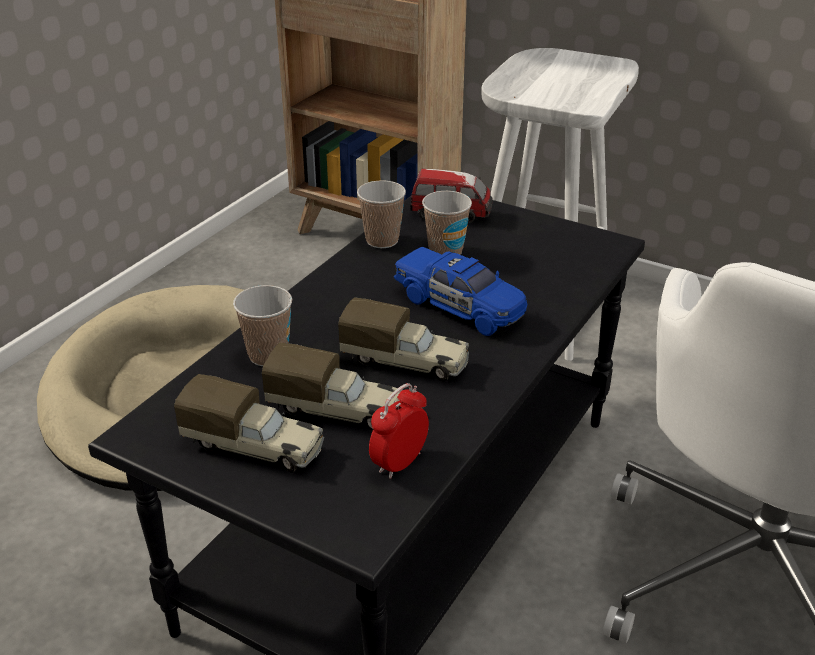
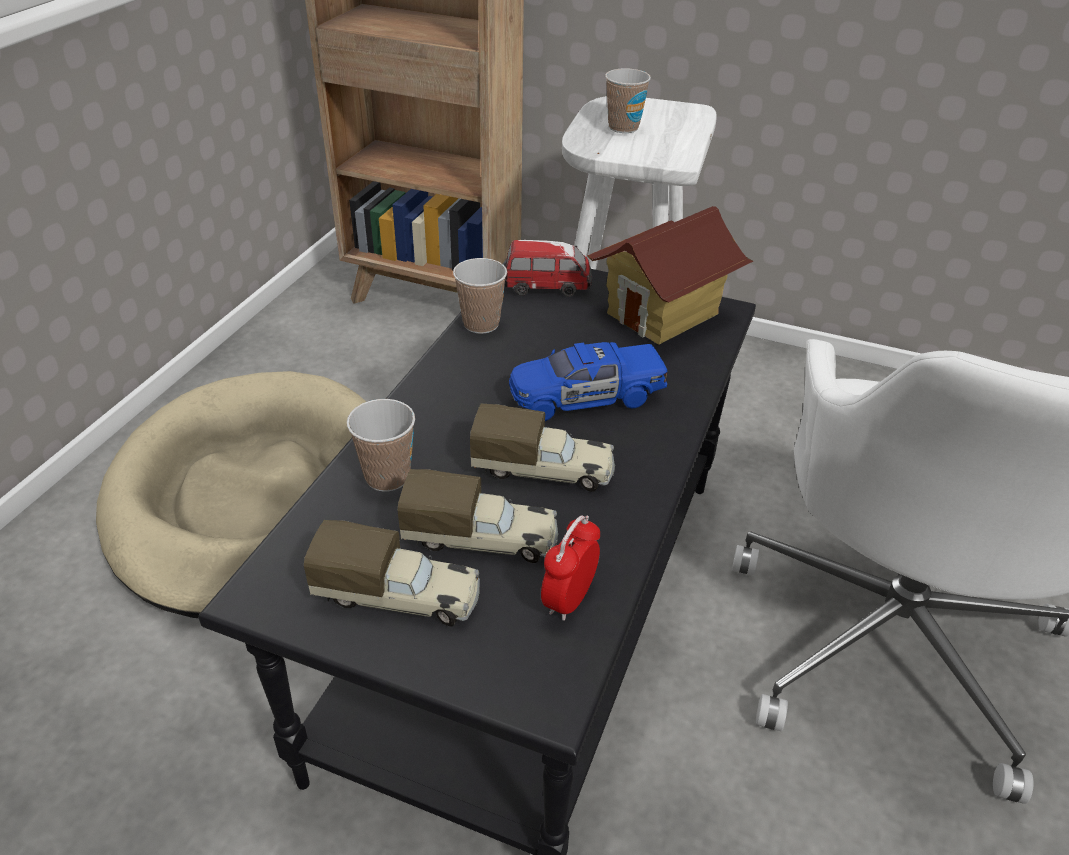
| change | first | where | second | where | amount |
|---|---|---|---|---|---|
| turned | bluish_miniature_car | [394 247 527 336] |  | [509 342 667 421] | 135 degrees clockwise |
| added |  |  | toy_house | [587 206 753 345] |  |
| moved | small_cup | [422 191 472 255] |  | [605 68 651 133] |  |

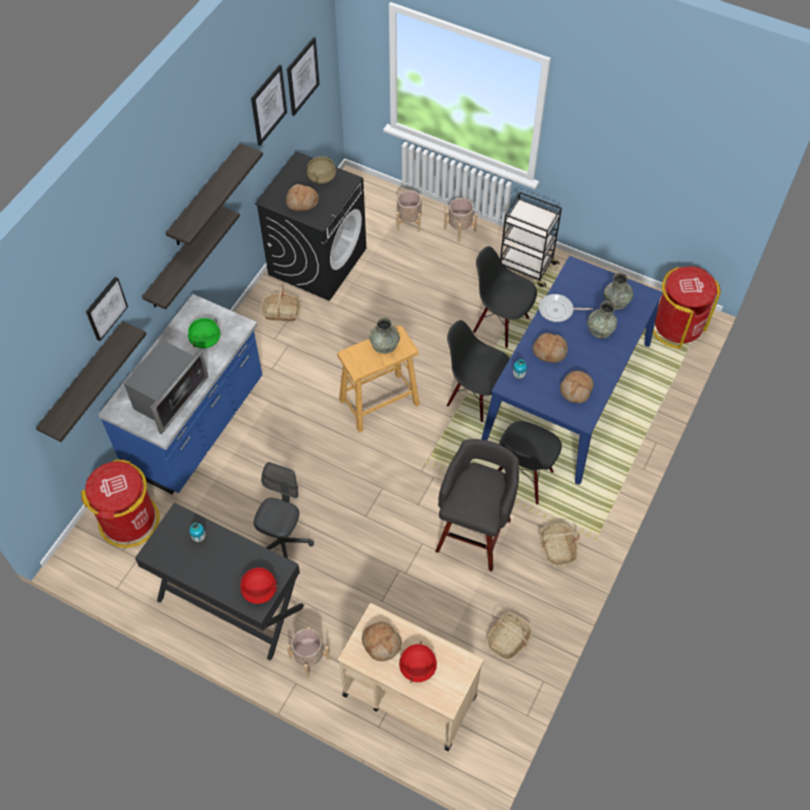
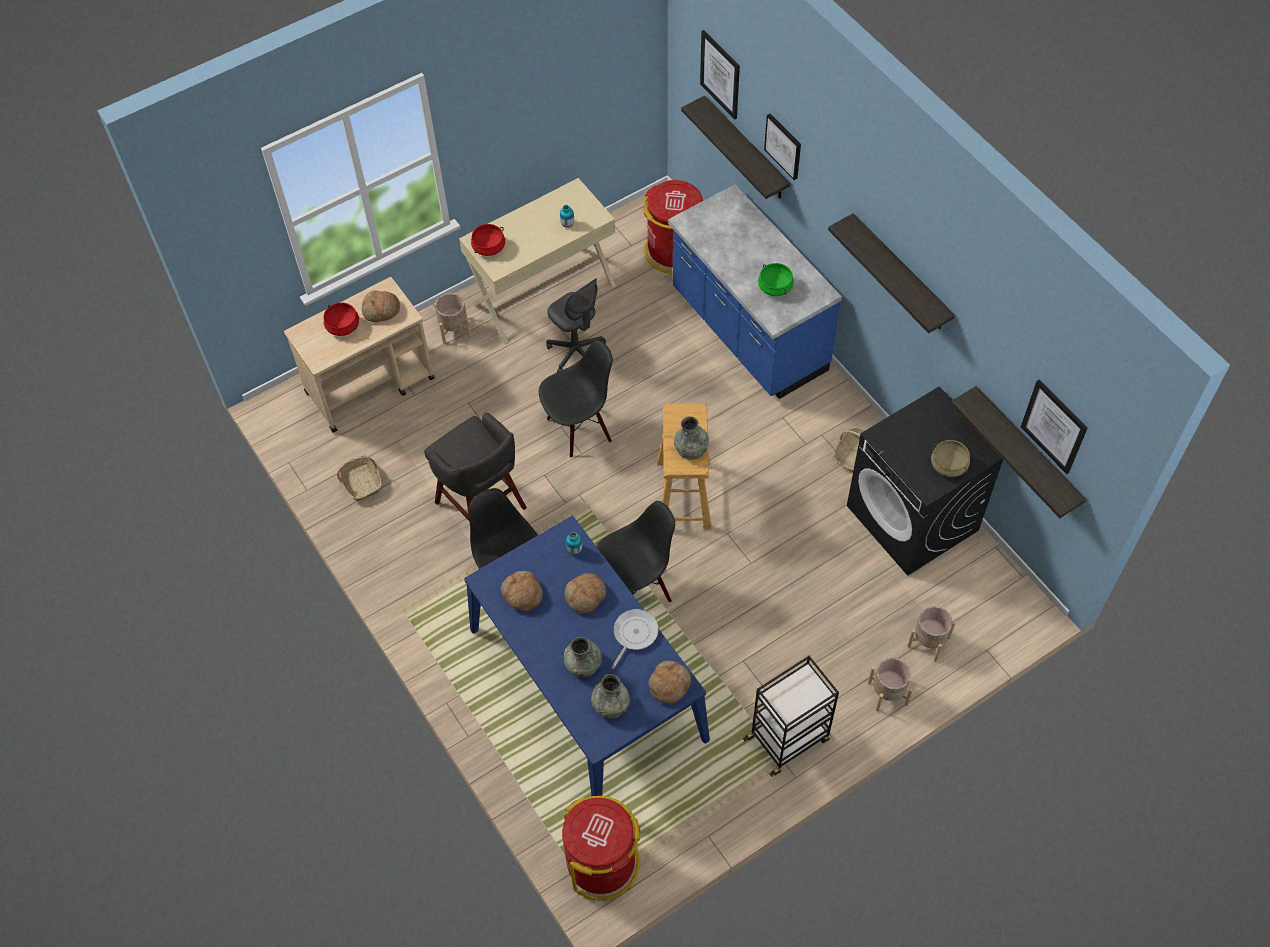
| change | first | where | second | where | amount |
|---|---|---|---|---|---|
| recoloured | black-coloured_desk_table | [135 502 304 661] | beige_desk_table | [459 178 616 345] |  |
| moved | black-coloured_upright_chair | [473 246 537 348] |  | [539 340 613 458] |  |
| moved | bread | [286 184 319 211] |  | [649 661 691 704] |  |
| moved | wall_picture | [251 64 287 146] |  | [700 30 740 119] |  |
| moved | bracket_shelf | [142 206 240 310] |  | [951 386 1086 518] |  |
| removed | kitchen_microwave | [124 339 209 435] |  |  |  |
| removed | household_basket | [539 523 580 567] |  |  |  |

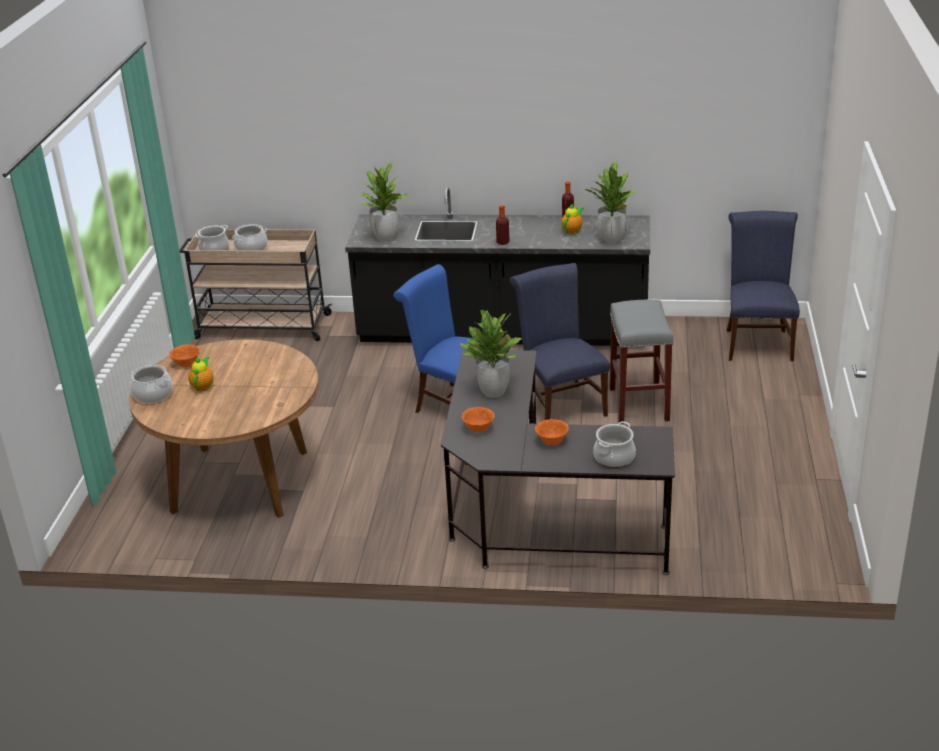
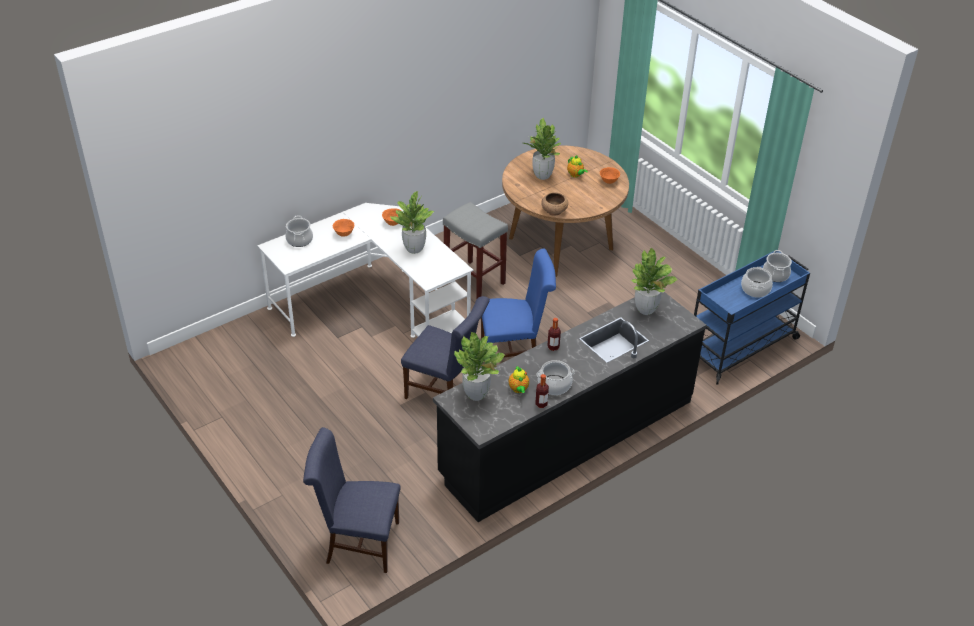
| change | first | where | second | where | amount |
|---|---|---|---|---|---|
| recoloured | black-coloured_desk_table | [441 349 675 575] | white_desk_table | [257 203 473 338] |  |
| turned | bluish_upright_chair | [726 211 800 361] |  | [303 427 401 573] | 135 degrees clockwise |
| moved | greyish_stool | [610 300 674 422] |  | [443 202 508 299] |  |
| added |  |  | potted_plant | [523 118 561 180] |  |
| moved | stockpot | [130 365 172 404] |  | [537 360 575 395] |  |
| added |  |  | brown_deep_dish | [541 192 568 216] |  |
| recoloured | beige_trolley | [180 229 332 341] | bluish_trolley | [694 251 810 385] |  |

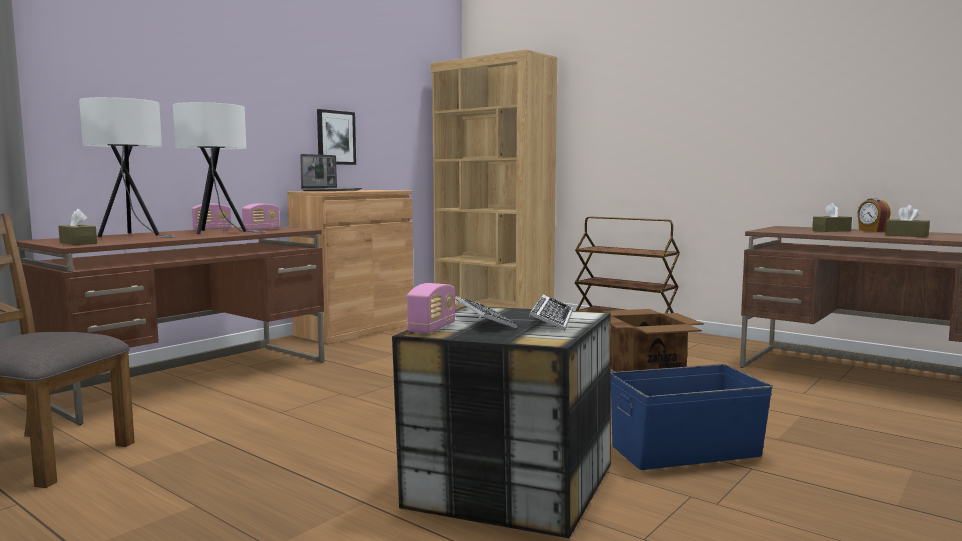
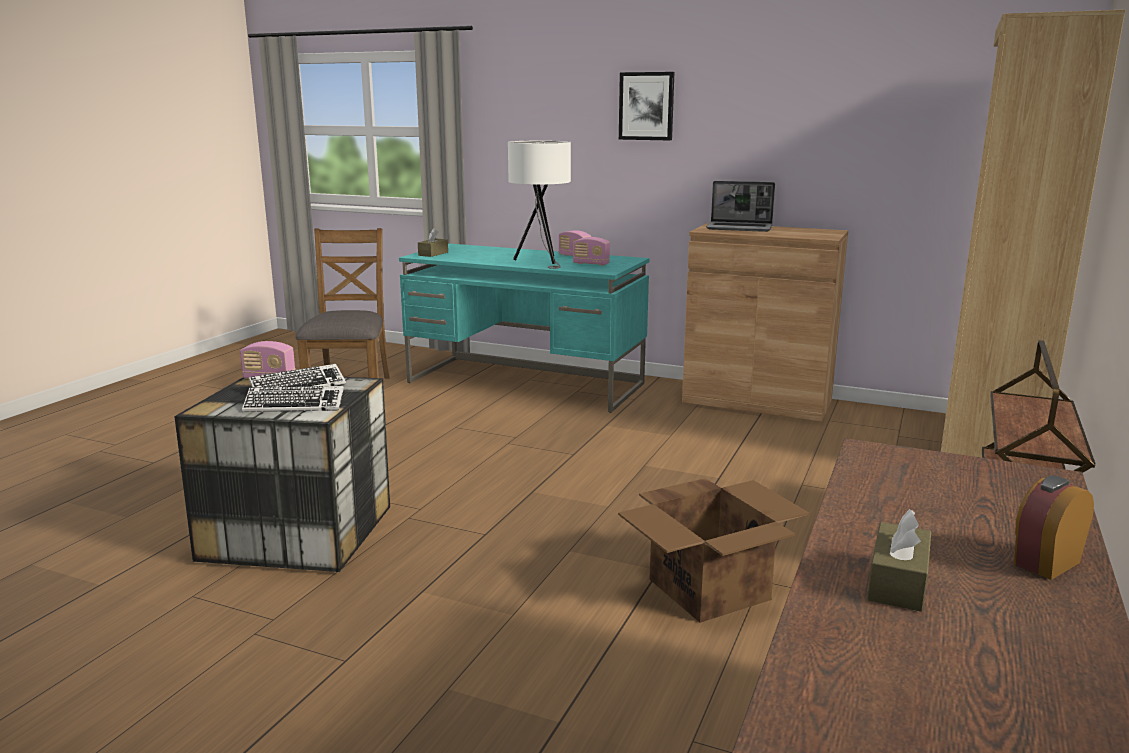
| change | first | where | second | where | amount |
|---|---|---|---|---|---|
| recoloured | brown_desk_table | [16 227 325 425] | turquoise-coloured_desk_table | [399 244 649 413] |  |
| moved | wall_picture | [317 109 356 165] |  | [619 72 675 141] |  |
| removed | white_lamp_for_a_table | [79 97 175 238] |  |  |  |
| removed | bluish_storage_bin | [611 364 773 470] |  |  |  |
| removed | brown_tissue_box | [812 203 852 232] |  |  |  |

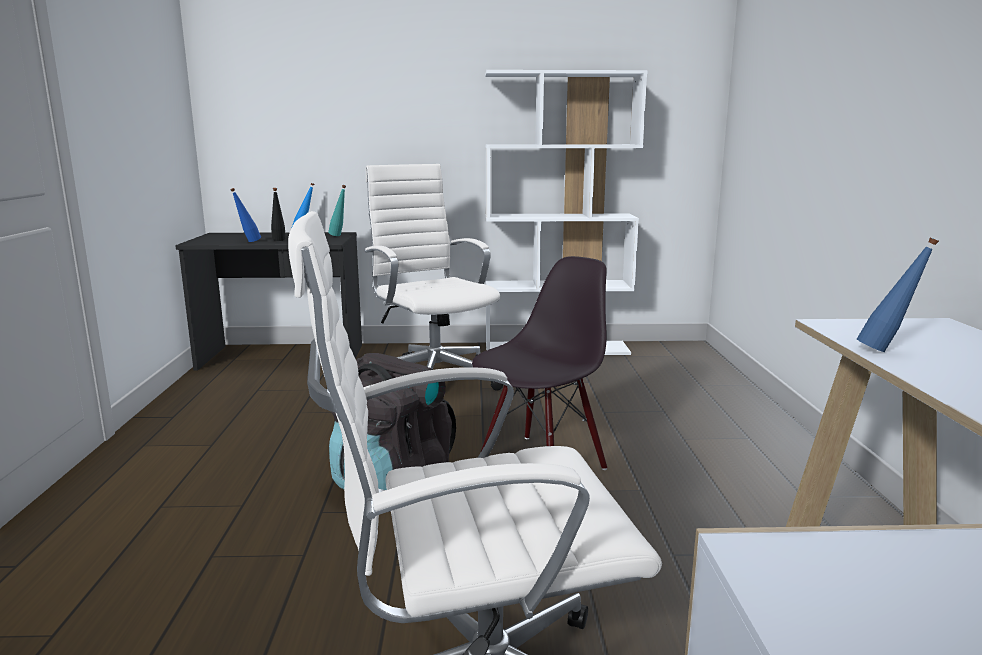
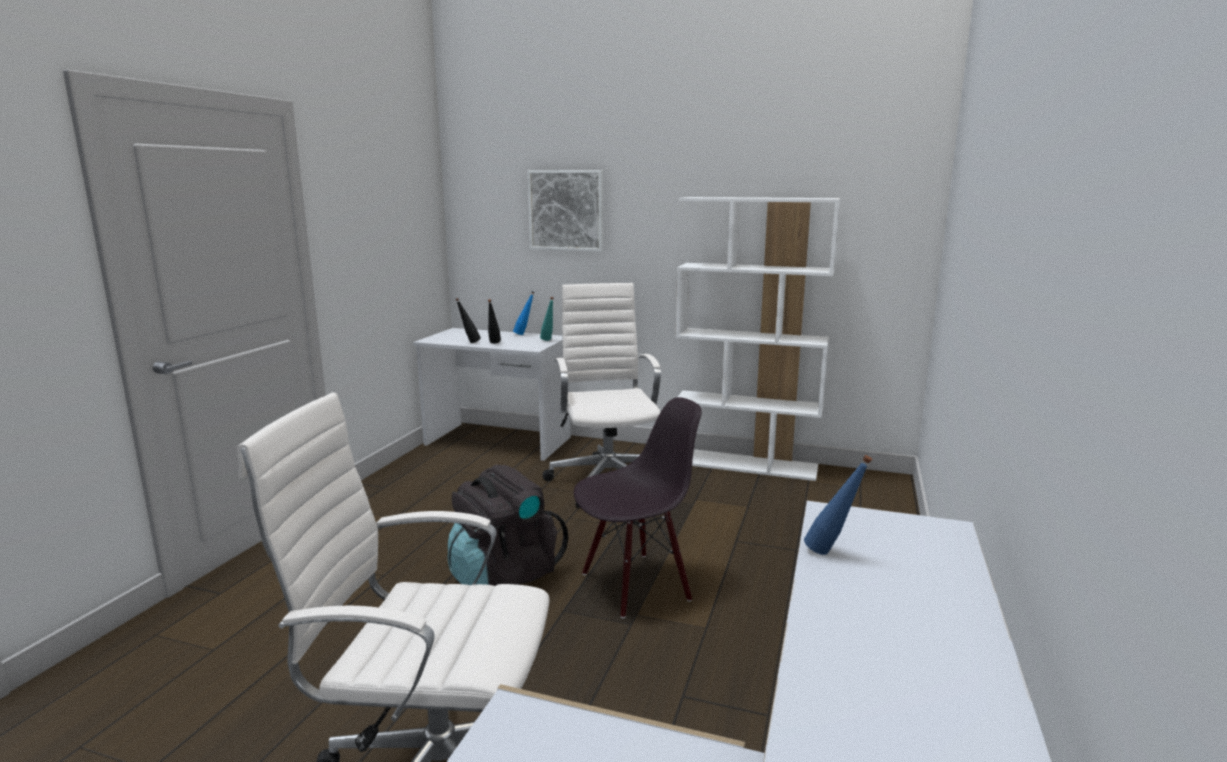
| change | first | where | second | where | amount |
|---|---|---|---|---|---|
| recoloured | black-coloured_desk_table | [175 232 362 371] | white_desk_table | [413 328 571 461] |  |
| recoloured | bluish_drink_bottle | [230 188 261 242] | black-coloured_drink_bottle | [455 298 481 343] |  |
| added |  |  | wall_picture | [527 170 603 252] |  |

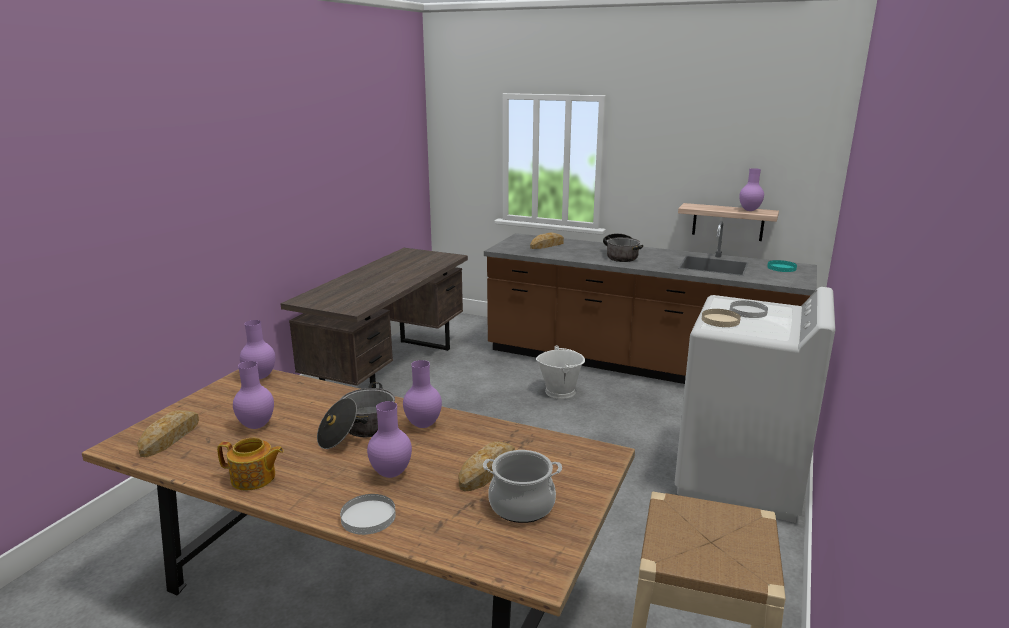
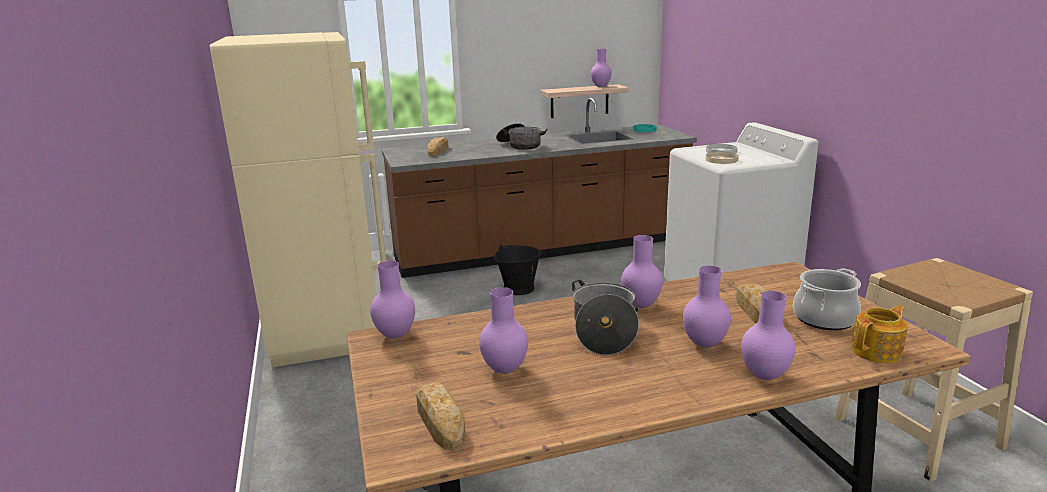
| change | first | where | second | where | amount |
|---|---|---|---|---|---|
| replaced | brown_desk_table | [280 248 468 388] | beige_kitchen_fridge | [210 32 387 367] |  |
| recoloured | white_water_bucket | [536 345 585 399] | black-coloured_water_bucket | [494 244 542 295] |  |
| replaced | white_flat_dish | [340 494 396 535] | purplish_decorative_vase | [741 291 795 380] |  |
| moved | pot_for_tea | [217 438 284 491] |  | [851 305 908 363] |  |

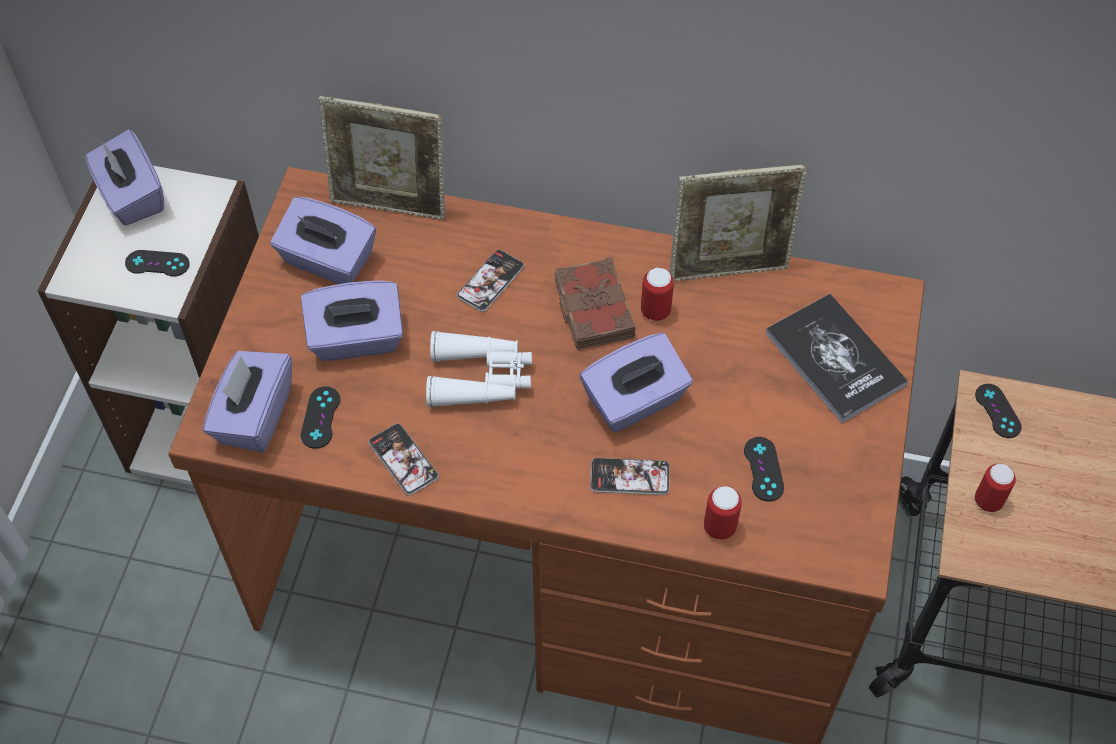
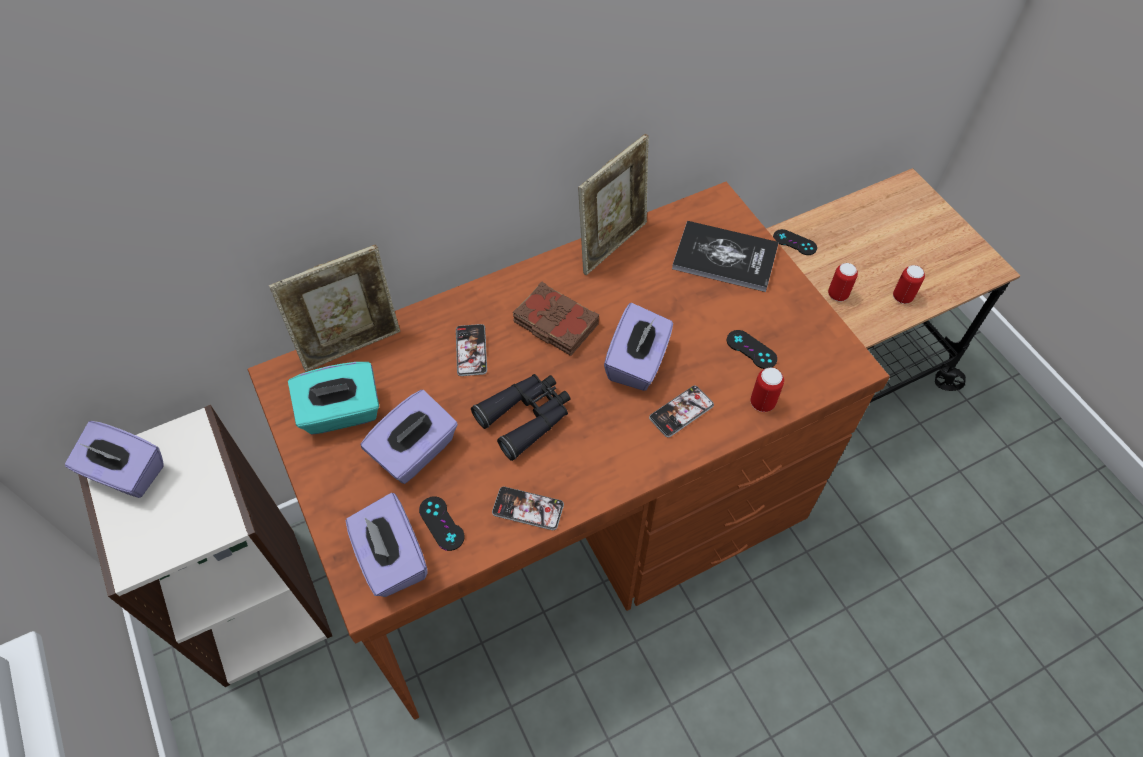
| change | first | where | second | where | amount |
|---|---|---|---|---|---|
| recoloured | purplish_tissue_box | [271 197 376 284] | turquoise-coloured_tissue_box | [288 362 379 434] |  |
| recoloured | white_pair_of_binoculars | [426 331 532 407] | black-coloured_pair_of_binoculars | [471 374 571 461] |  |
| moved | can | [641 268 674 321] |  | [893 265 925 304] |  |
| removed | black-coloured_game_controller | [125 250 190 277] |  |  |  |

